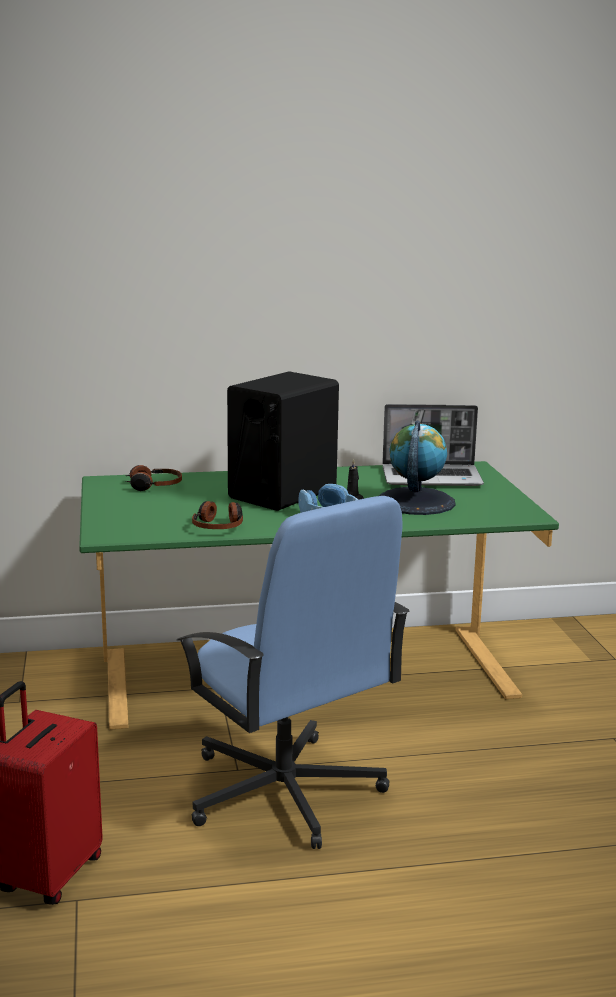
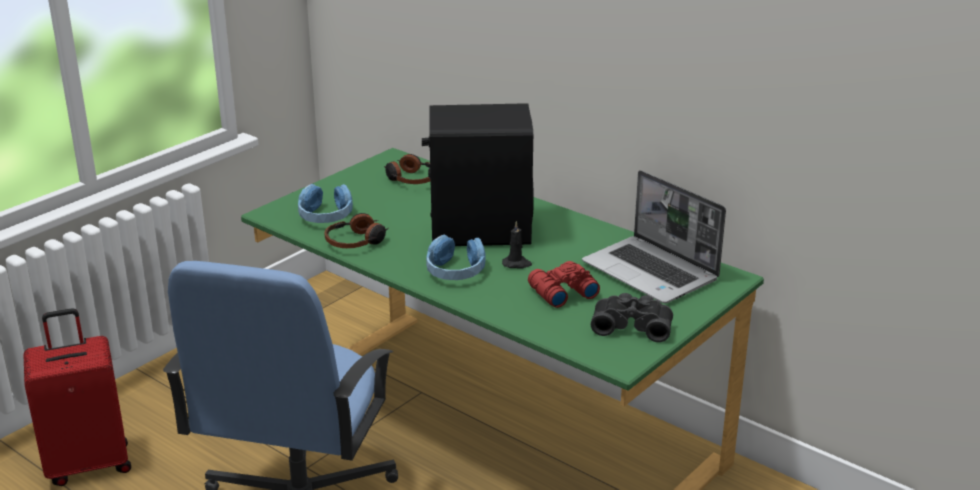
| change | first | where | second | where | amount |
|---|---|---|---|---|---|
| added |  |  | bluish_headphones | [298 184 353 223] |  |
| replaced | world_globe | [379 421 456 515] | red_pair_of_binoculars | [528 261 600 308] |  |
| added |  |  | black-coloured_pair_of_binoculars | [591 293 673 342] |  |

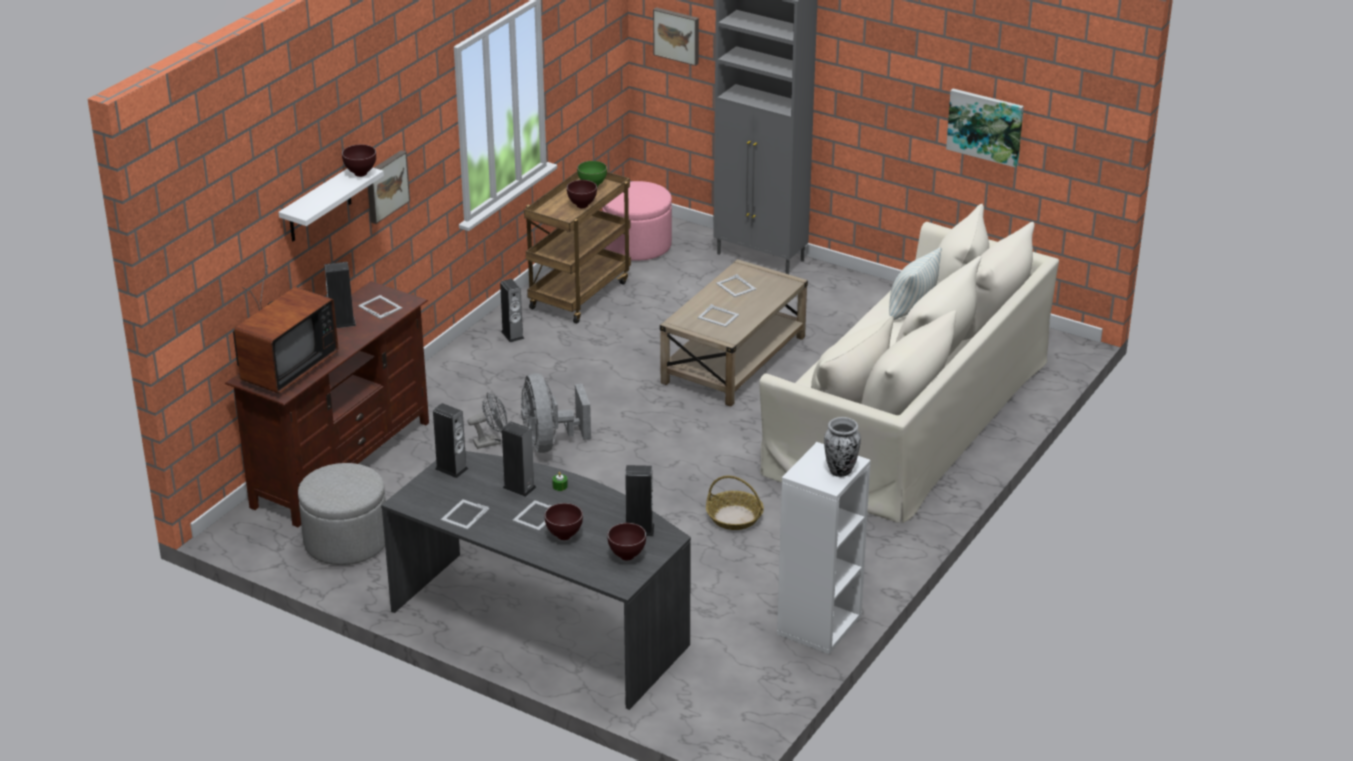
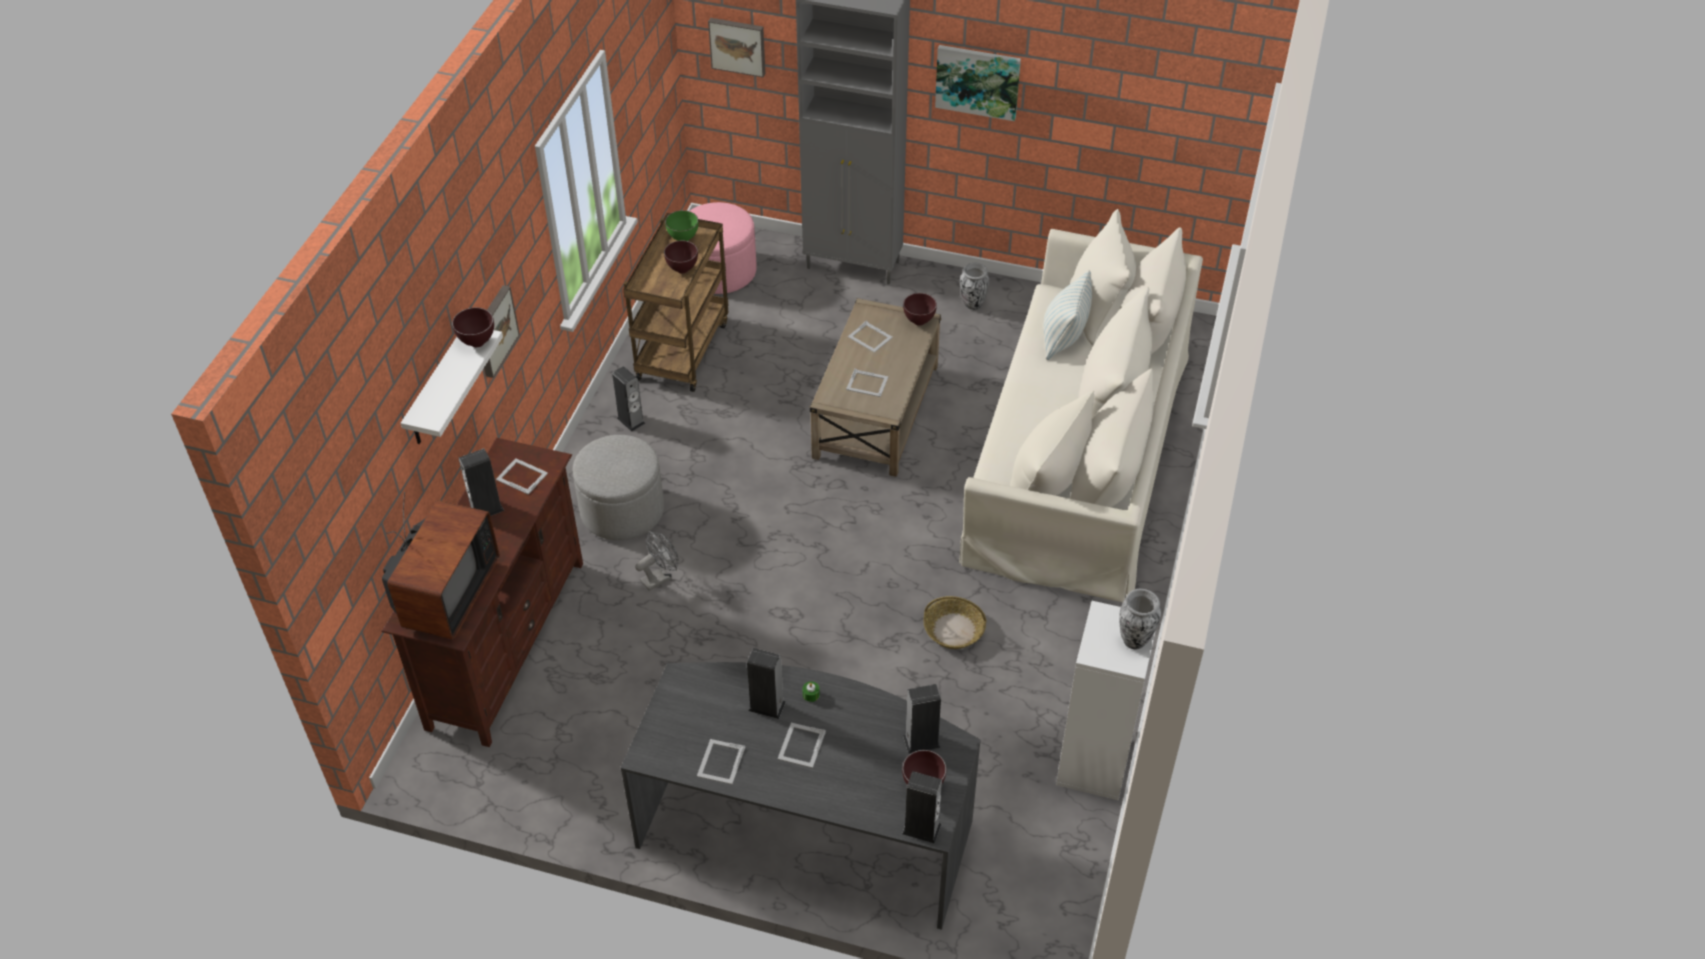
| change | first | where | second | where | amount |
|---|---|---|---|---|---|
| moved | greyish_footrest | [298 463 386 565] |  | [572 435 664 540] |  |
| moved | speaker | [433 403 468 478] |  | [902 771 942 843] |  |
| moved | brown_deep_dish | [544 503 583 540] |  | [903 293 937 326] |  |
| moved | wall_picture | [946 89 1024 168] |  | [935 45 1021 121] |  |
| added |  |  | decorative_vase | [960 263 989 310] |  |
| removed | greyish_fan | [521 373 591 453] |  |  |  |

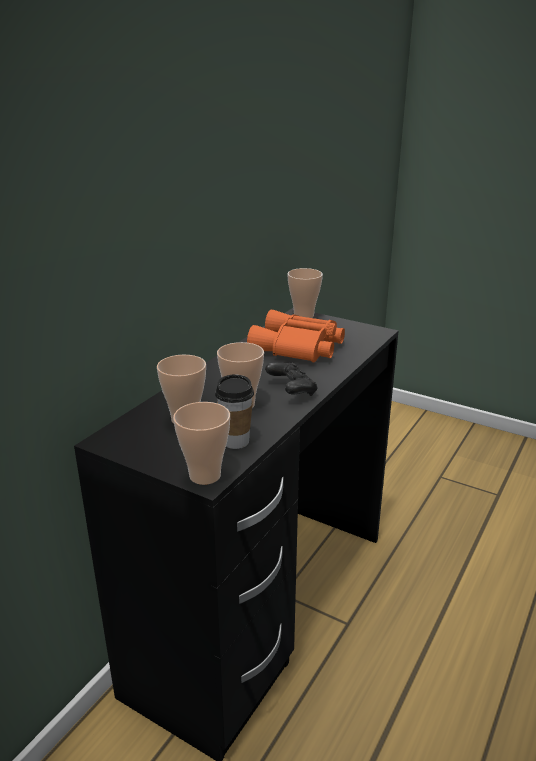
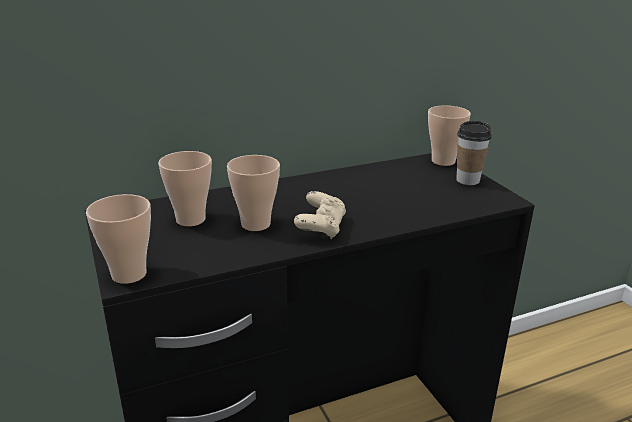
| change | first | where | second | where | amount |
|---|---|---|---|---|---|
| recoloured | black-coloured_game_controller | [265 362 318 396] | beige_game_controller | [294 191 346 239] |  |
| moved | small_cup | [215 374 254 449] |  | [456 121 491 185] |  |
| removed | orangey_pair_of_binoculars | [247 310 345 362] |  |  |  |

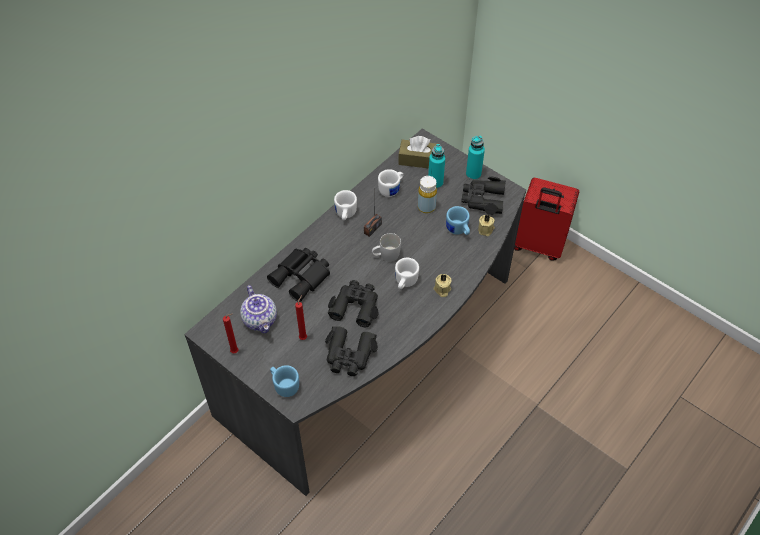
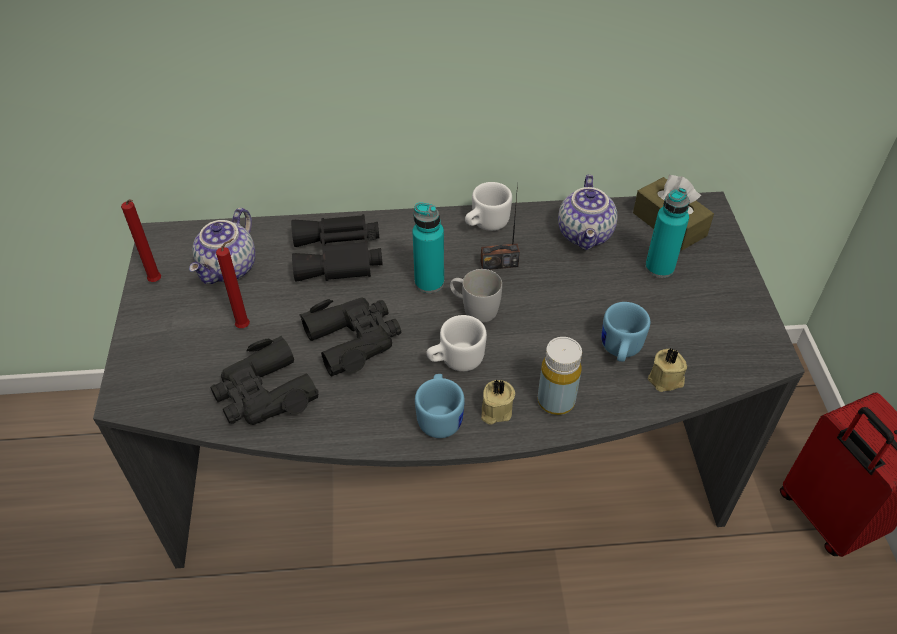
| change | first | where | second | where | amount |
|---|---|---|---|---|---|
| moved | turquoise-coloured_drink_bottle | [466 135 485 180] |  | [412 202 444 293] |  |
| moved | bluish_mug | [270 365 299 397] |  | [415 374 465 438] |  |
| moved | yellowish_drink_bottle | [418 176 437 213] |  | [538 337 582 415] |  |
| replaced | white_mug | [378 169 403 197] | pot_for_tea | [558 174 617 250] |  |
| removed | black-coloured_pair_of_binoculars | [461 177 506 215] |  |  |  |

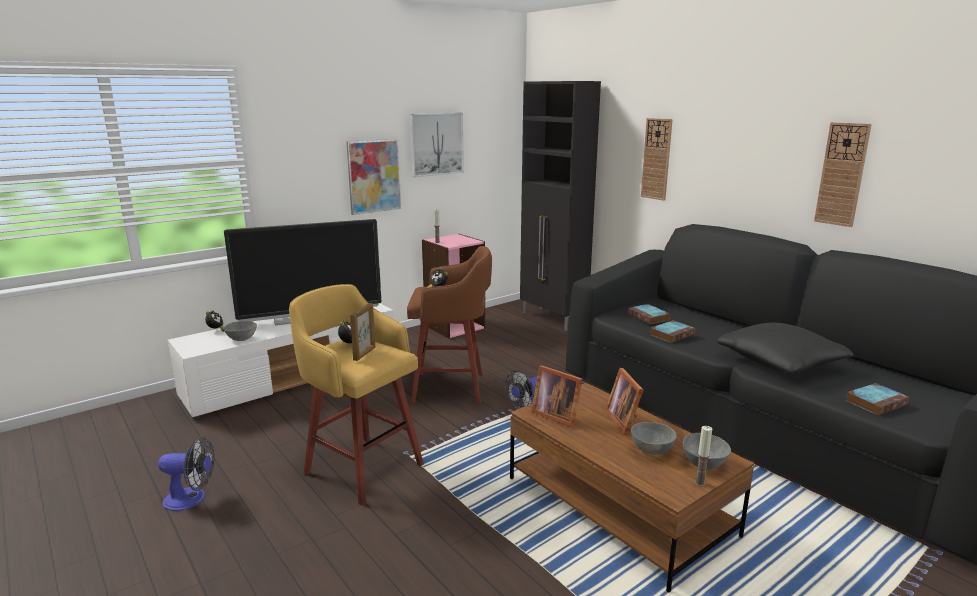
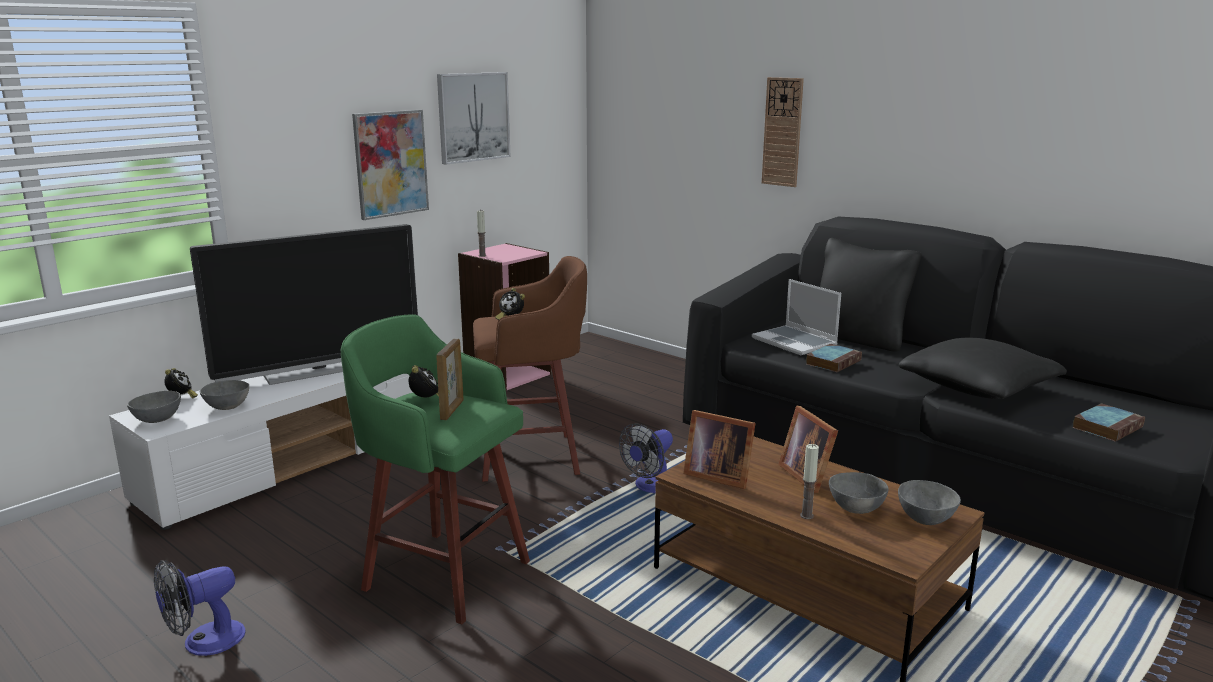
| change | first | where | second | where | amount |
|---|---|---|---|---|---|
| added |  |  | greyish_deep_dish | [127 391 181 423] |  |
| turned | fan | [158 437 215 511] |  | [154 560 246 656] | 150 degrees clockwise |
| recoloured | yellowish_stool | [289 284 424 506] | green_stool | [341 314 530 624] |  |
| replaced | volume | [628 304 670 324] | notebook_computer | [752 279 841 355] |  |
| moved | wax_candle | [695 426 712 487] |  | [800 444 819 519] |  |
| added |  |  | black-coloured_throw_pillow | [820 238 922 351] |  |
| removed | black-coloured_cabinet | [520 81 601 331] |  |  |  |
| removed | wall_clock | [814 122 872 227] |  |  |  |

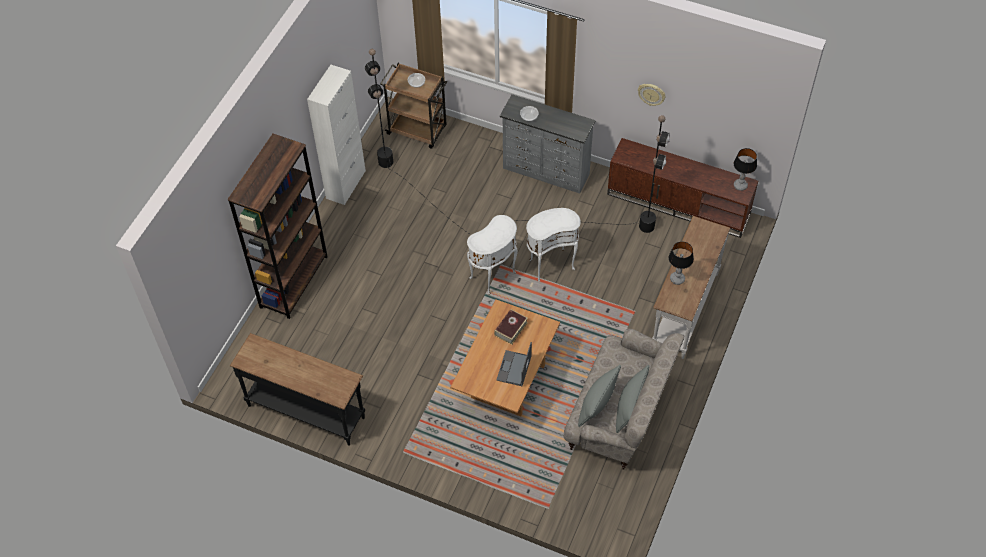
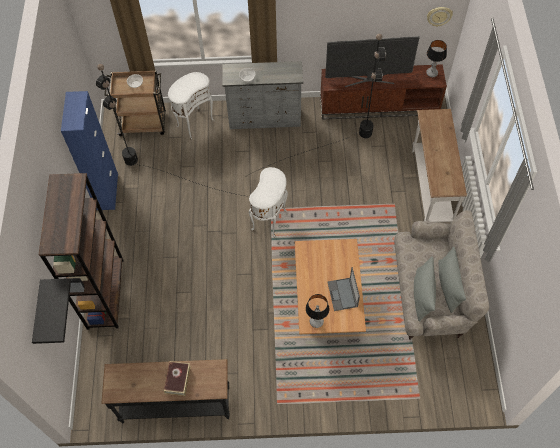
| change | first | where | second | where | amount |
|---|---|---|---|---|---|
| added |  |  | black-coloured_bracket_shelf | [32 278 71 344] |  |
| recoloured | white_cabinet | [307 65 366 205] | bluish_cabinet | [61 91 118 210] |  |
| moved | volume | [494 309 528 345] |  | [164 361 191 396] |  |
| moved | white_side_table | [526 208 581 282] |  | [168 72 215 140] |  |
| moved | lamp_for_a_table | [669 241 694 285] |  | [306 294 329 328] |  |
| added |  |  | TV_set | [325 36 420 87] |  |
| moved | wall_clock | [638 84 665 106] |  | [427 7 453 27] |  |

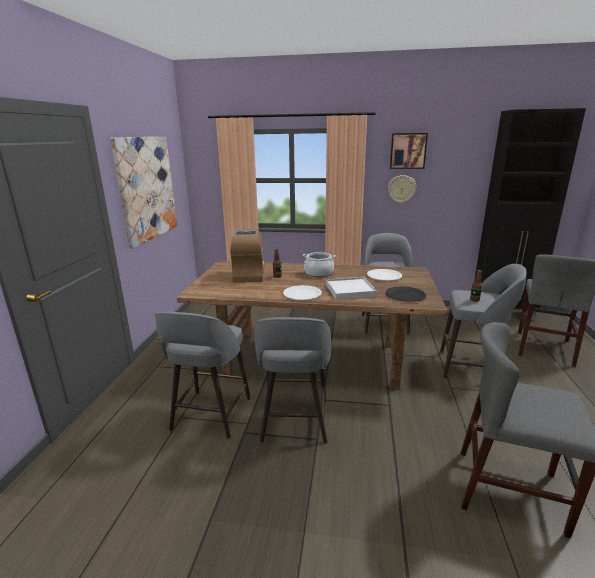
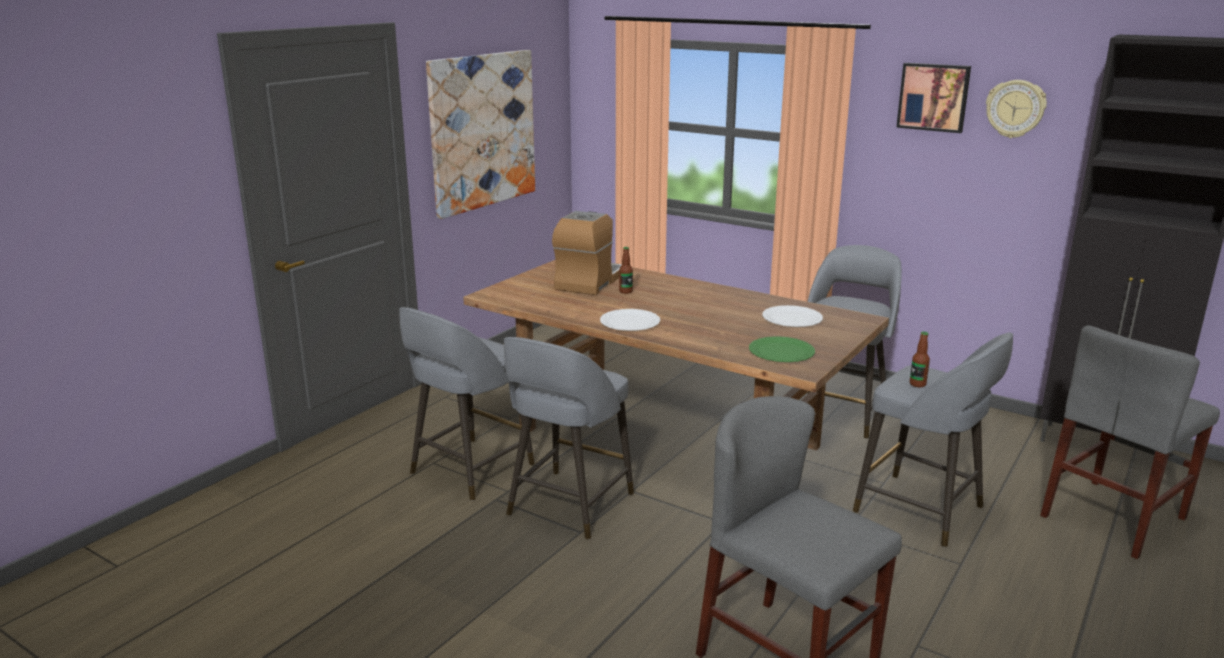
| change | first | where | second | where | amount |
|---|---|---|---|---|---|
| recoloured | black-coloured_flat_dish | [386 286 426 302] | green_flat_dish | [749 336 815 362] |  |
| moved | wall_clock | [388 175 416 204] |  | [986 80 1047 138] |  |
| removed | stockpot | [303 252 336 277] |  |  |  |
| removed | white_tray | [326 277 377 300] |  |  |  |

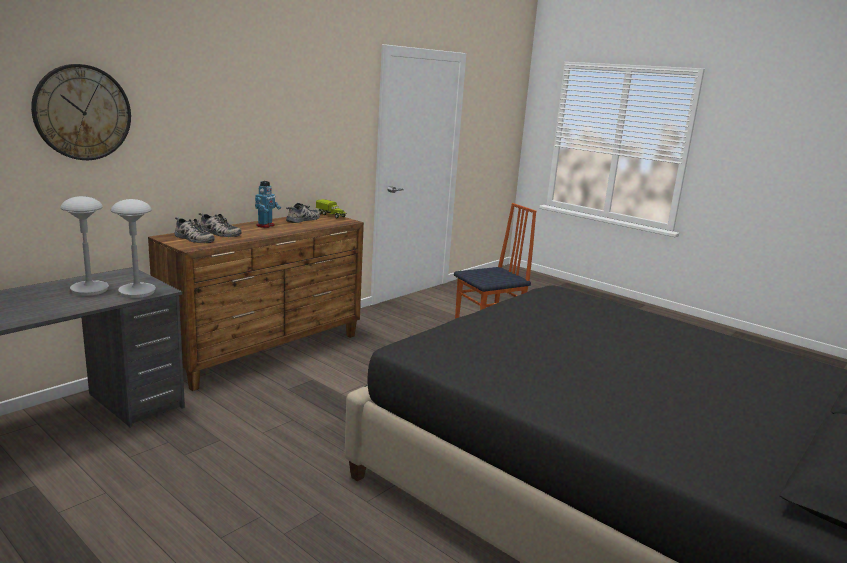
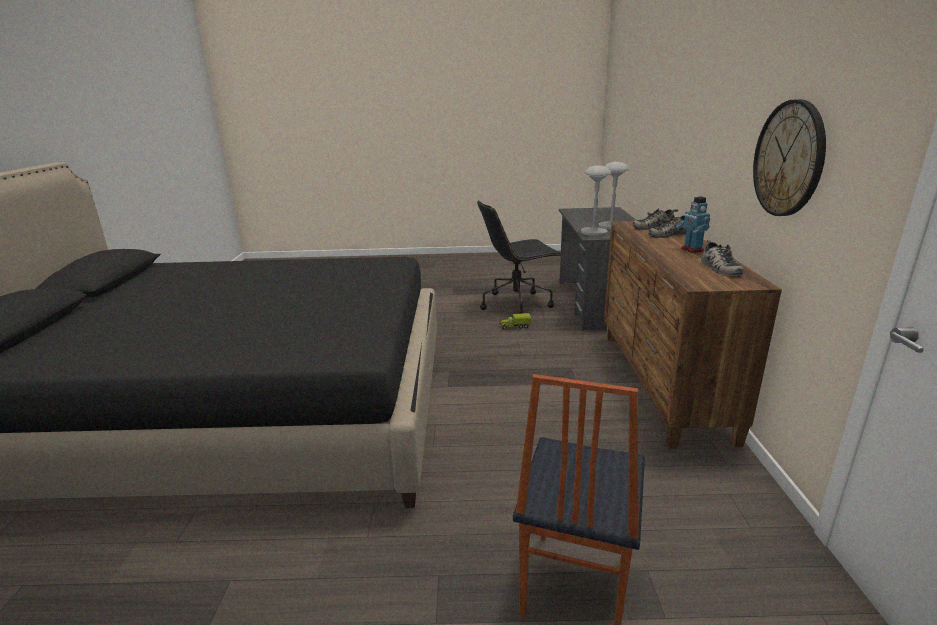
| change | first | where | second | where | amount |
|---|---|---|---|---|---|
| added |  |  | black-coloured_office_chair | [477 200 563 314] |  |
| moved | model_truck | [316 199 347 218] |  | [499 313 531 330] |  |
| moved | wall_clock | [31 64 131 160] |  | [753 99 826 216] |  |

